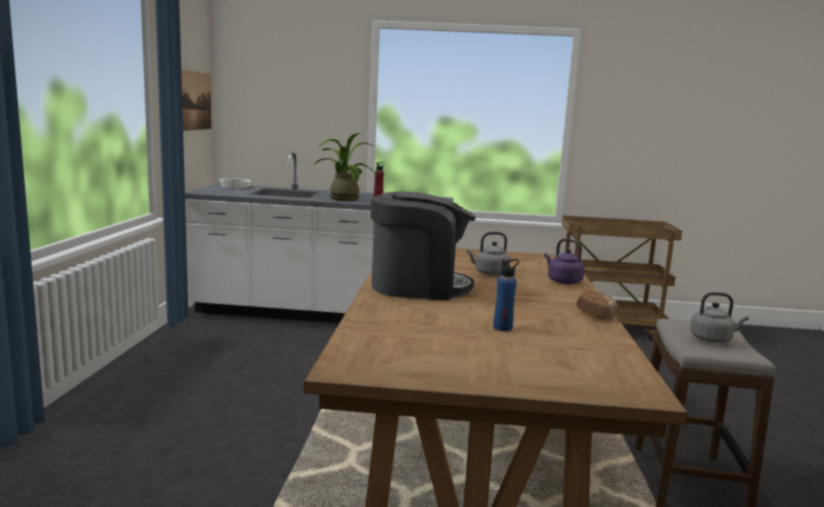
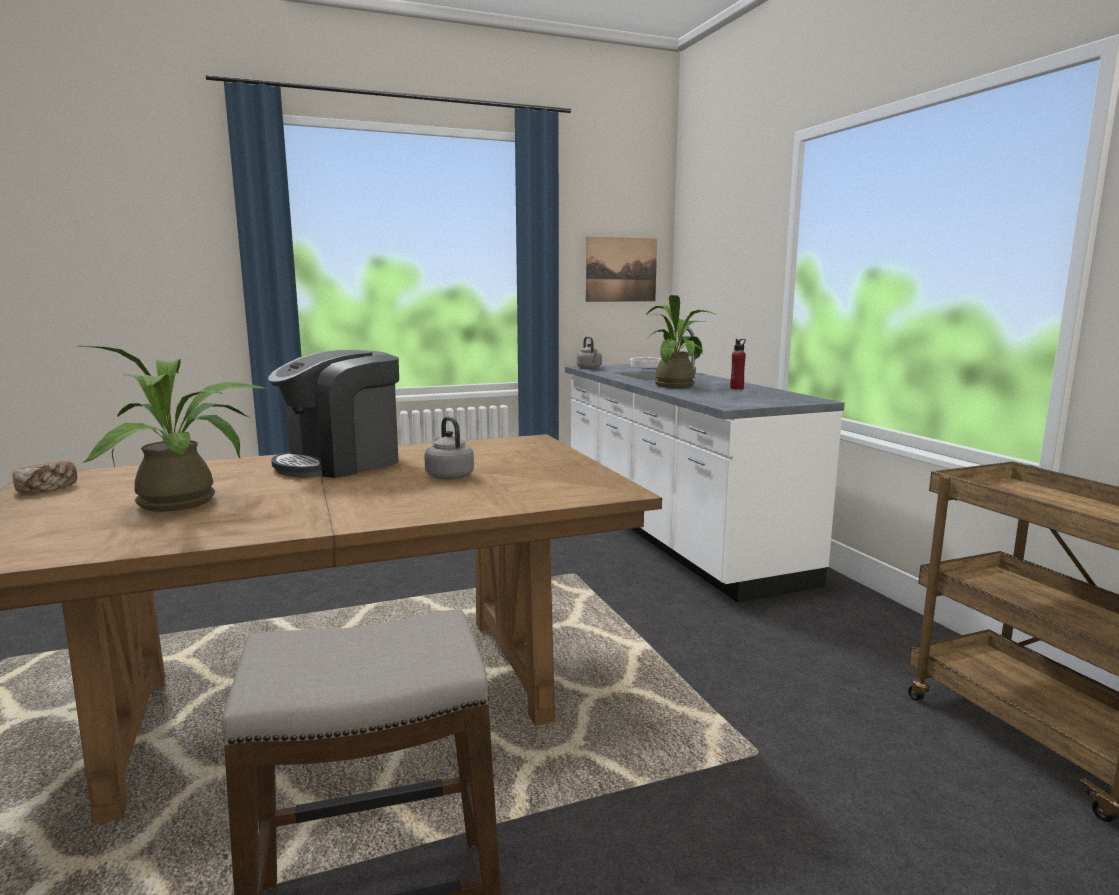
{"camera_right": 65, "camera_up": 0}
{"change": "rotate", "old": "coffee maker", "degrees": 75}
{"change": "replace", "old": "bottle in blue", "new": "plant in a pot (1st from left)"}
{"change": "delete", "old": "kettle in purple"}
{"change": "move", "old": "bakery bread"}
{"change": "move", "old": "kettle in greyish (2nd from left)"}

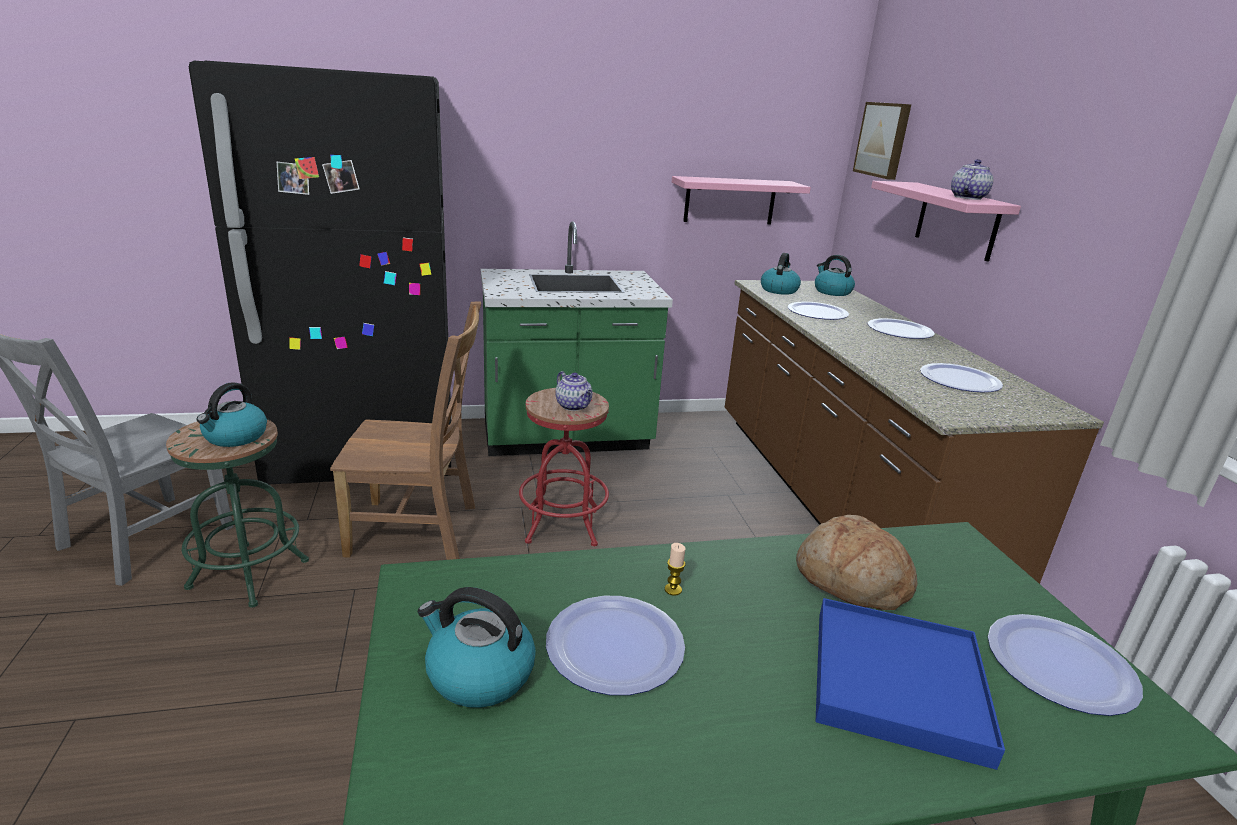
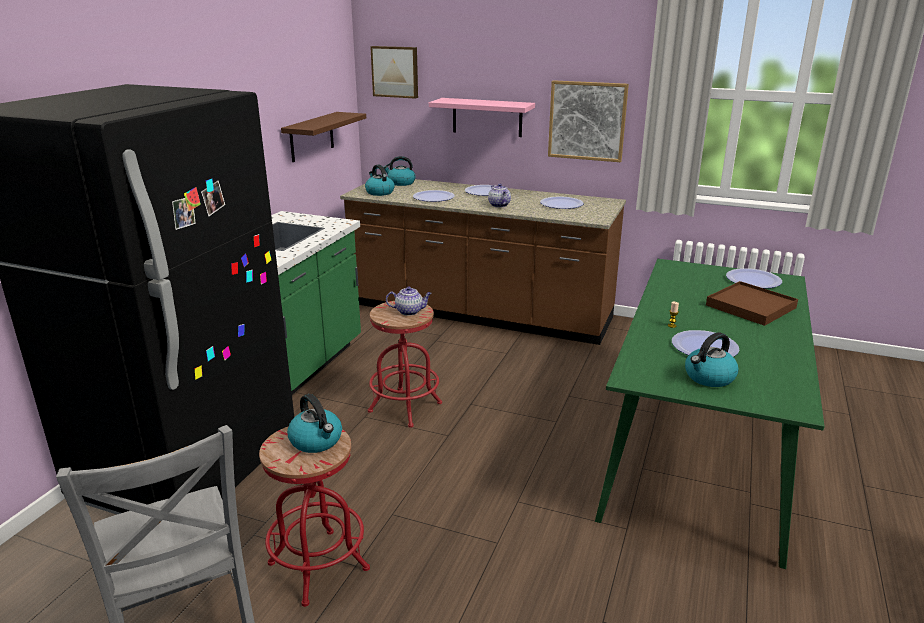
{"camera_right": -55, "camera_up": 0}
{"change": "recolor", "old": "stool seat in green", "new": "stool seat in red-coloured (1st from left)"}
{"change": "delete", "old": "plain chair in brown"}
{"change": "recolor", "old": "wall shelf in pink (1st from left)", "new": "wall shelf in brown"}
{"change": "delete", "old": "bakery bread"}
{"change": "recolor", "old": "serving tray in blue", "new": "serving tray in brown"}
{"change": "move", "old": "teapot (2nd from left)"}
{"change": "insert", "new": "wall picture (2nd from left)"}

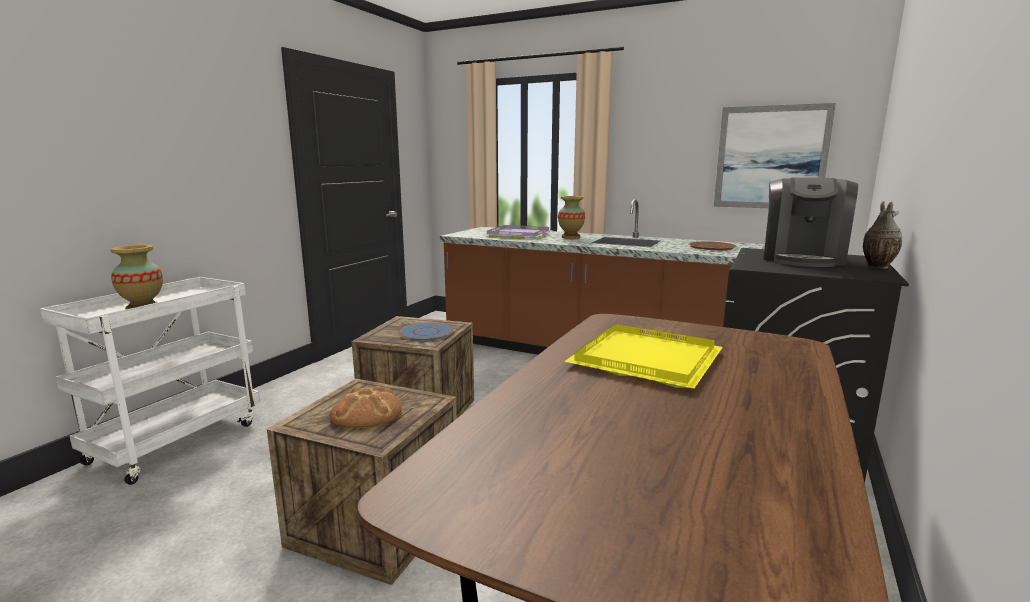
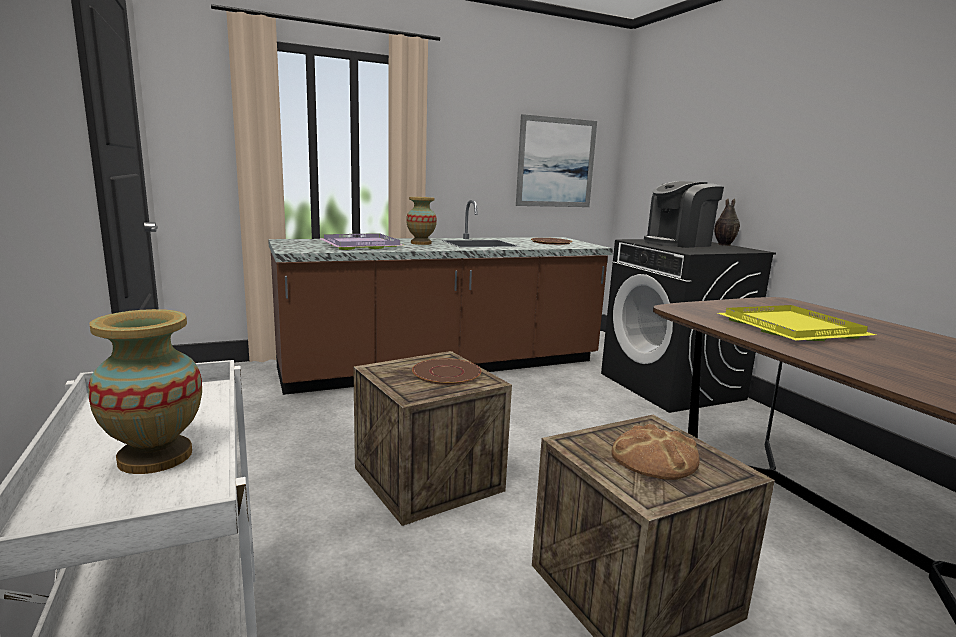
{"camera_right": -50, "camera_up": 0}
{"change": "recolor", "old": "plate in blue", "new": "plate in brown (1st from left)"}
{"change": "rotate", "old": "coffee maker", "degrees": 90}

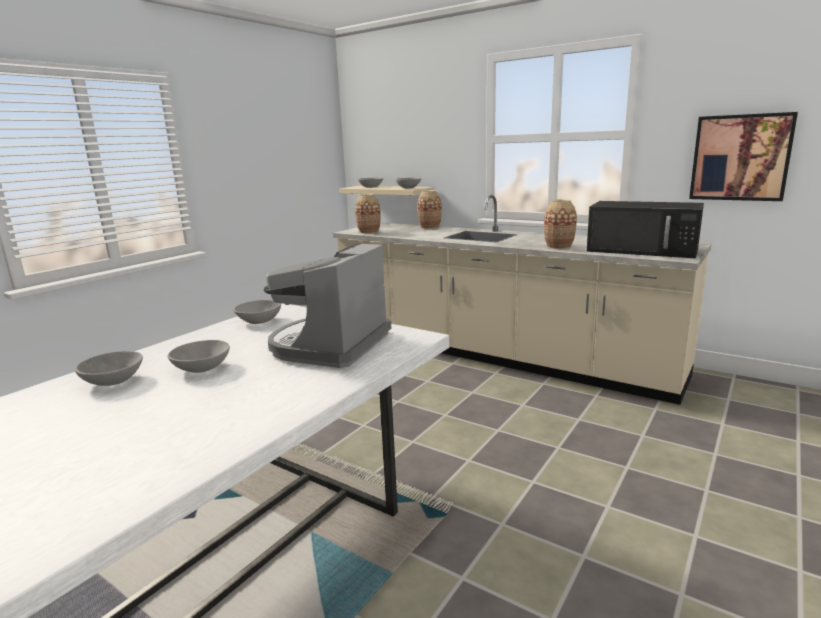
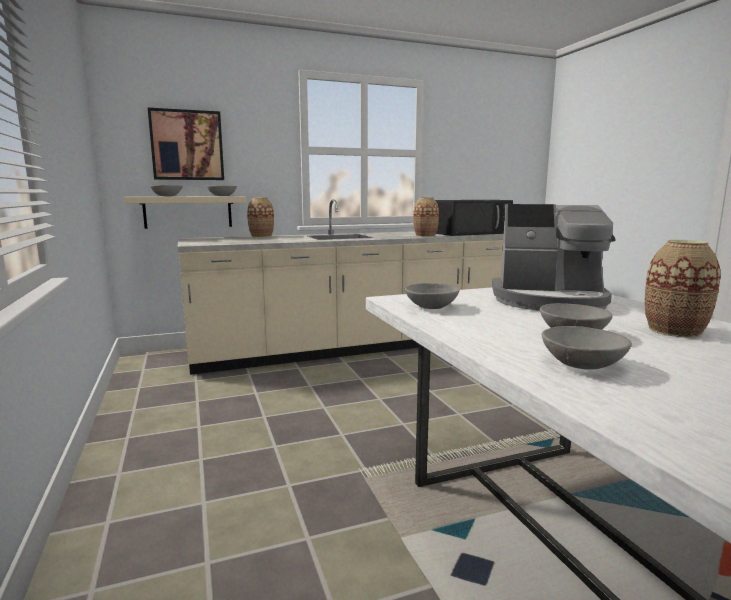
{"camera_right": -55, "camera_up": -5}
{"change": "rotate", "old": "coffee maker", "degrees": -45}
{"change": "move", "old": "decorative vase (1st from left in the first image)", "new": "decorative vase (3rd from left)"}
{"change": "move", "old": "wall picture"}

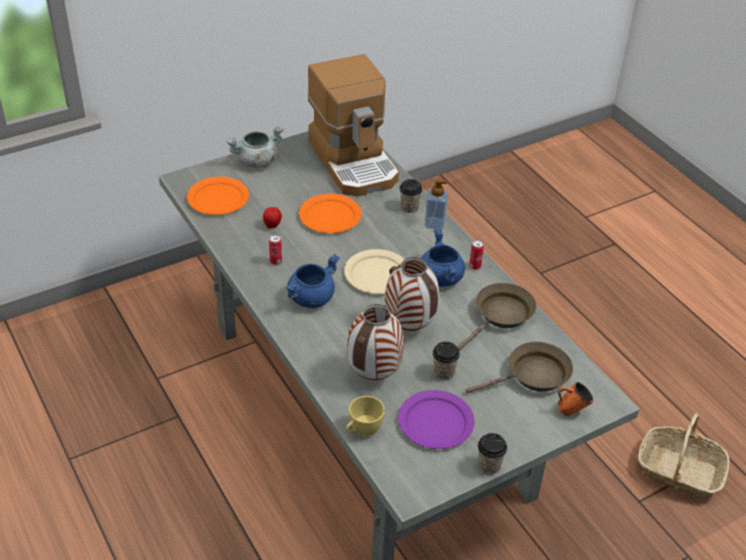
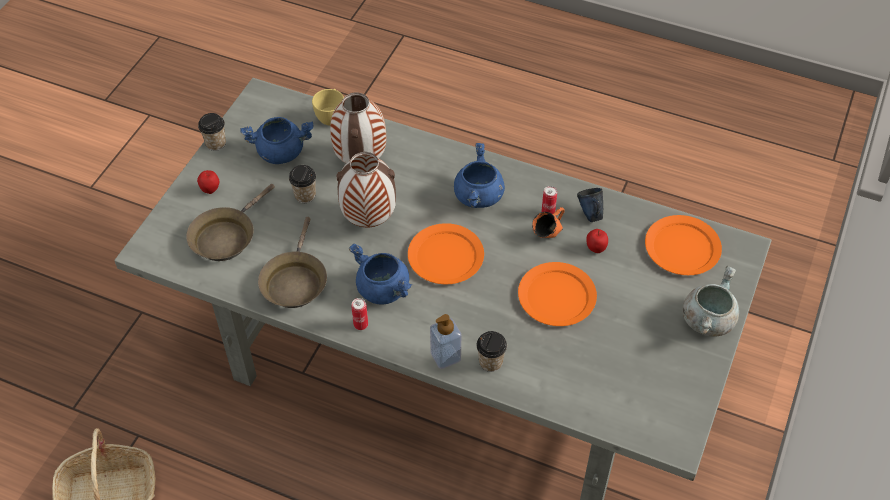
{"camera_right": 145, "camera_up": 10}
{"change": "delete", "old": "coffee maker"}
{"change": "recolor", "old": "plate in beige", "new": "plate in orangey (1st from left)"}
{"change": "replace", "old": "plate in purple", "new": "saucepot in blue (1st from left)"}
{"change": "move", "old": "coffee mug in orangey"}
{"change": "insert", "new": "whole apple (1st from left)"}
{"change": "insert", "new": "coffee mug in blue"}

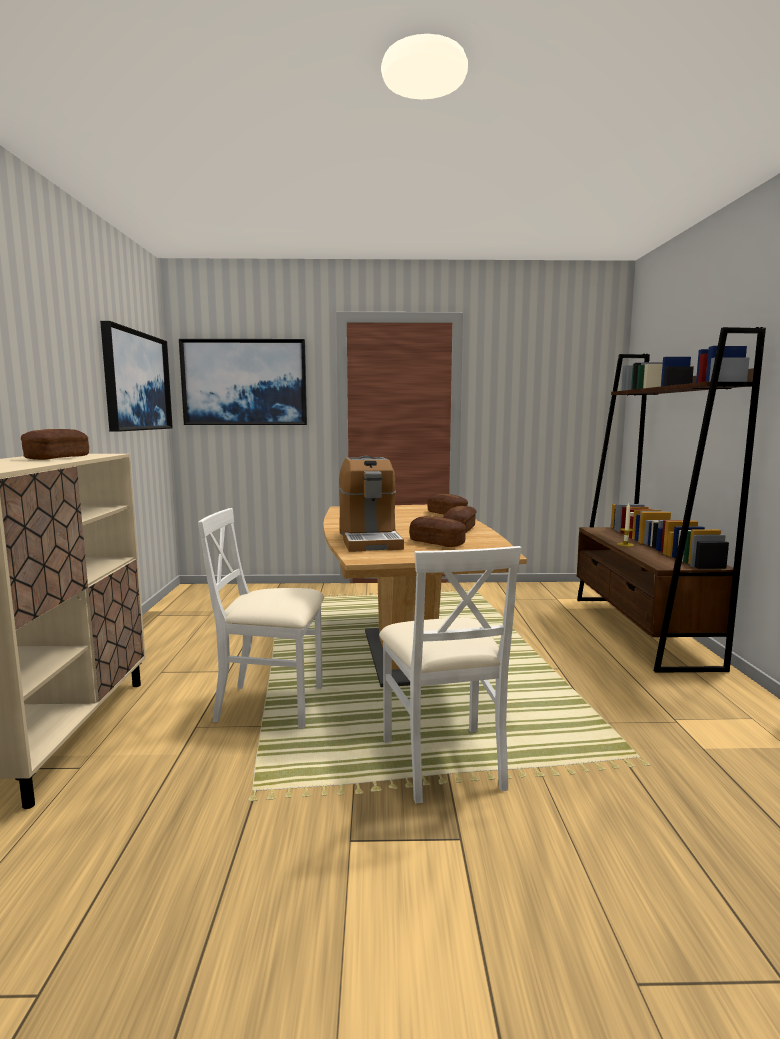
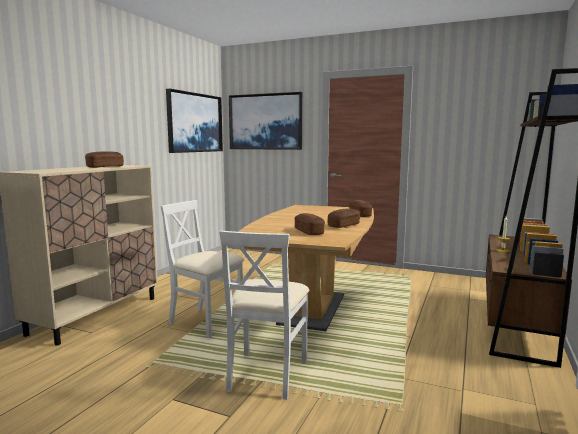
{"camera_right": 25, "camera_up": 0}
{"change": "delete", "old": "coffee maker"}

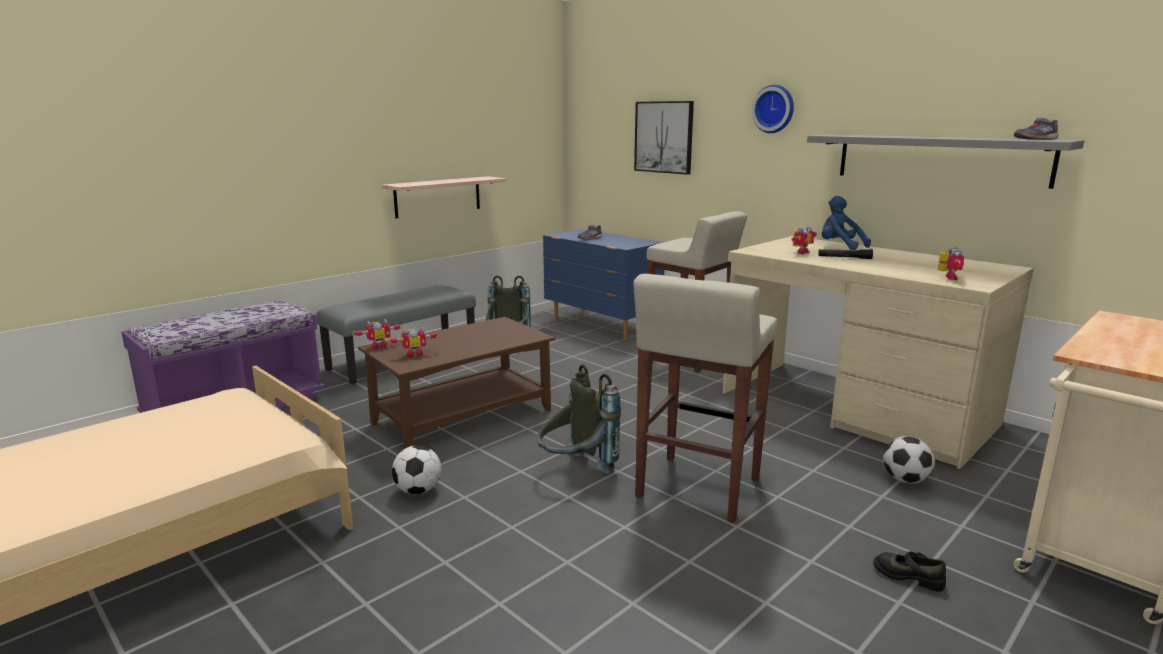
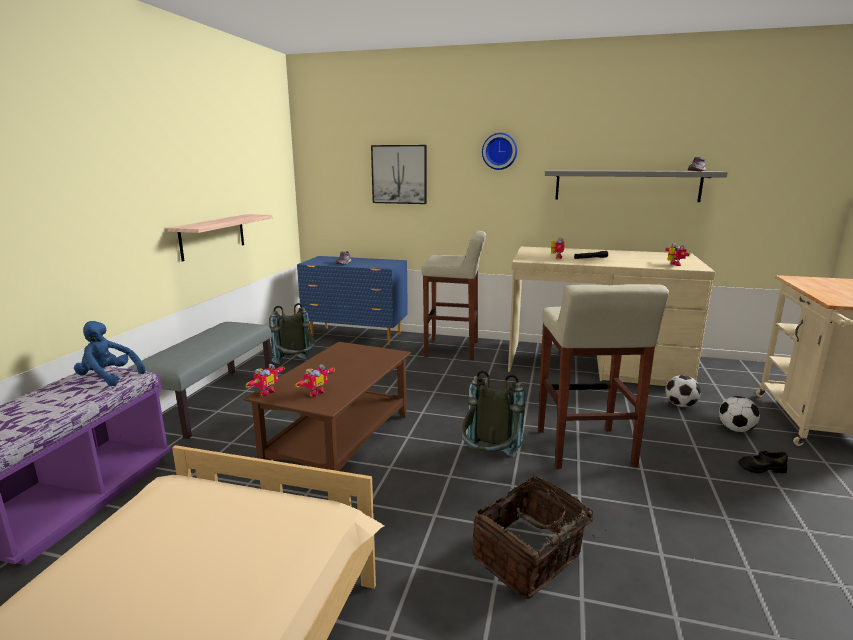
{"camera_right": -30, "camera_up": 0}
{"change": "move", "old": "football ball (1st from left in the first image)", "new": "football ball (2nd from left)"}
{"change": "move", "old": "cuddly toy in blue"}
{"change": "insert", "new": "household basket"}

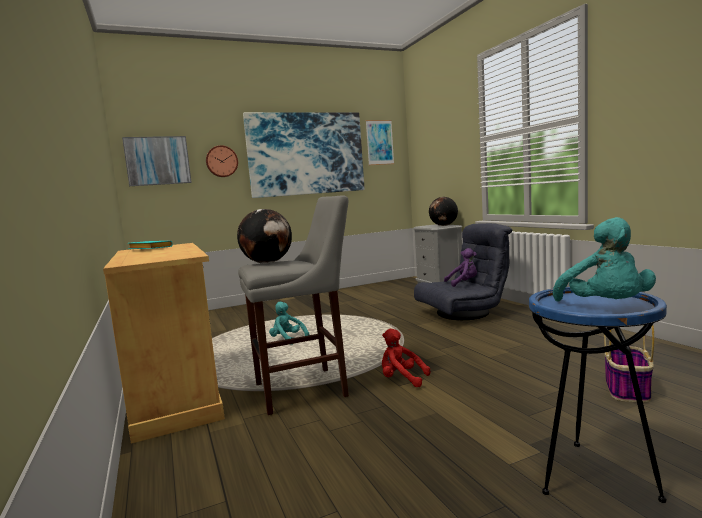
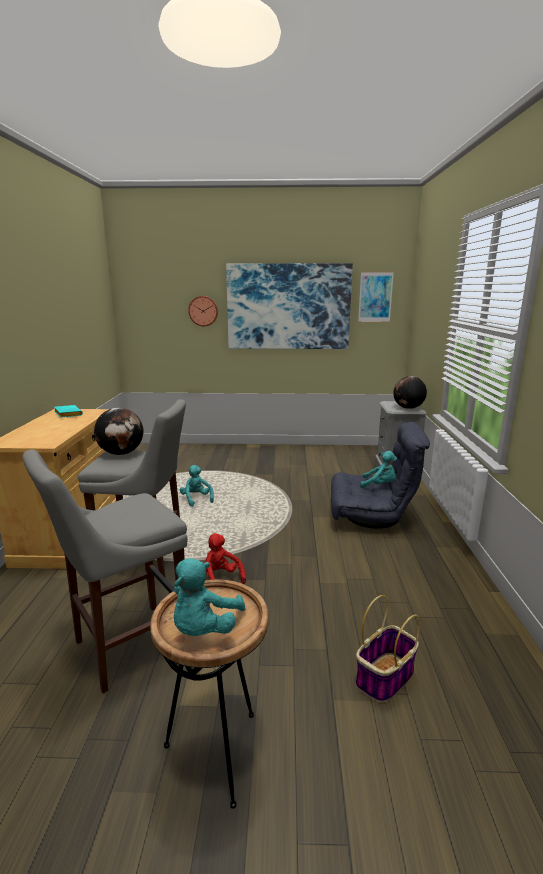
{"camera_right": 25, "camera_up": 10}
{"change": "delete", "old": "wall picture (1st from left)"}
{"change": "recolor", "old": "cuddly toy in purple", "new": "cuddly toy in turquoise-coloured (3rd from left)"}
{"change": "recolor", "old": "side table in blue", "new": "side table in brown"}
{"change": "insert", "new": "stool seat in greyish (1st from left)"}

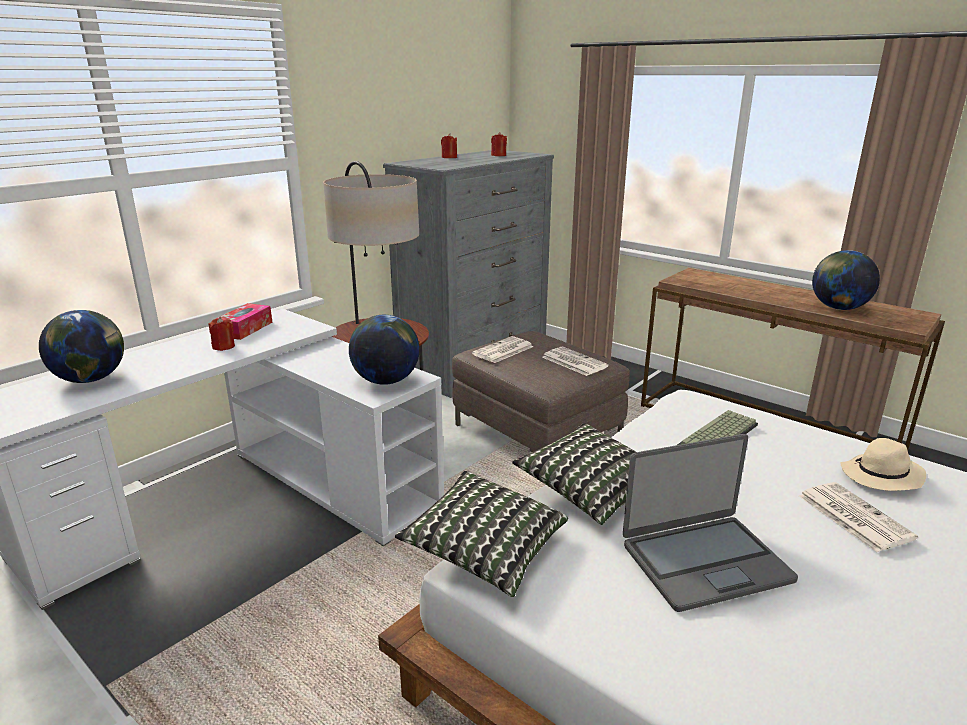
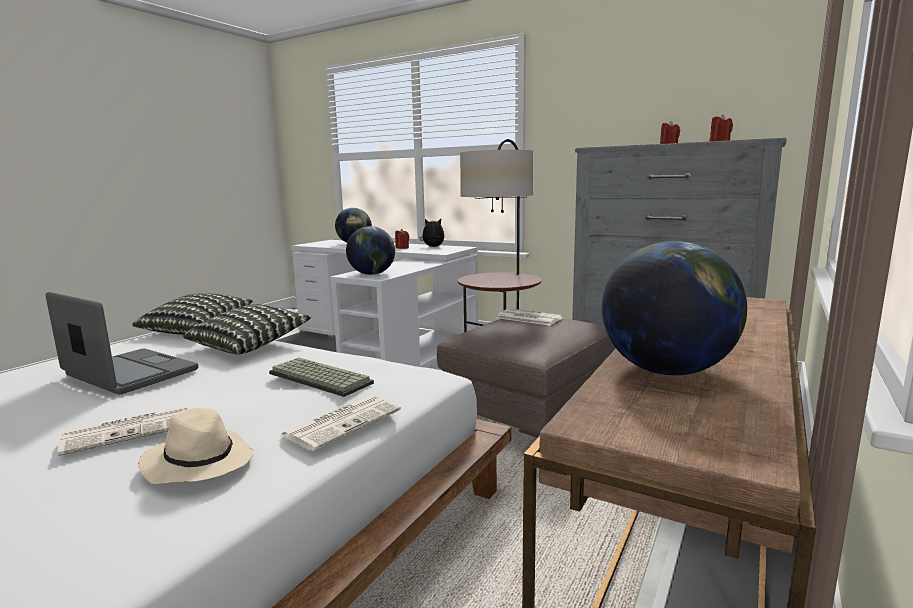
{"camera_right": 80, "camera_up": -10}
{"change": "replace", "old": "tissue box", "new": "cuddly toy"}
{"change": "move", "old": "newspaper (2nd from left)"}
{"change": "rotate", "old": "laptop", "degrees": 150}

